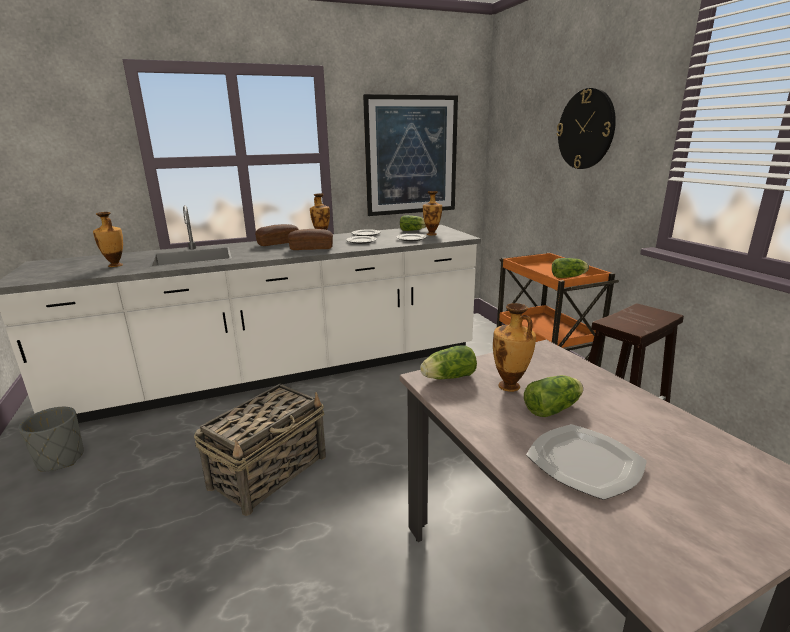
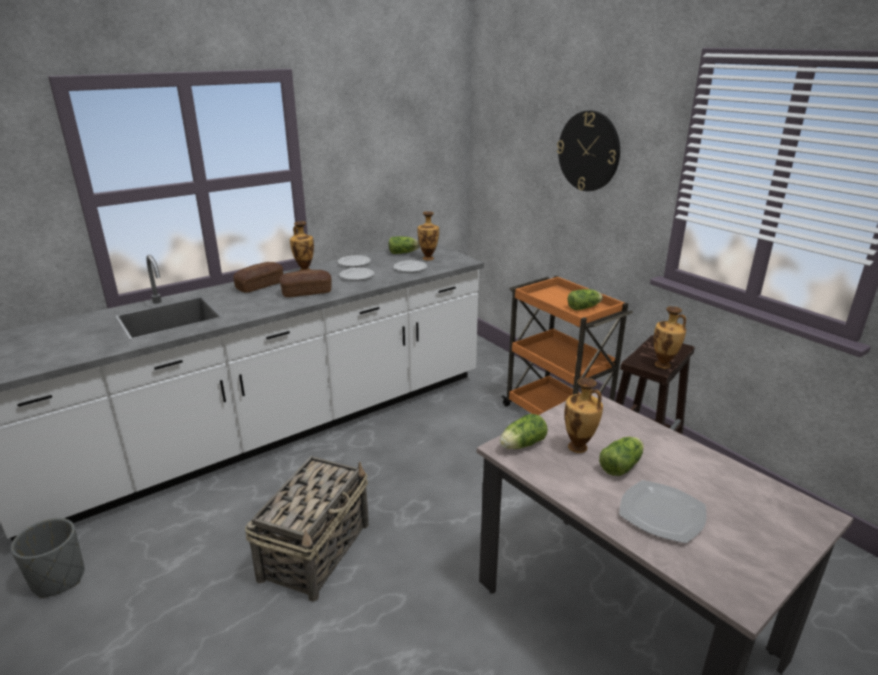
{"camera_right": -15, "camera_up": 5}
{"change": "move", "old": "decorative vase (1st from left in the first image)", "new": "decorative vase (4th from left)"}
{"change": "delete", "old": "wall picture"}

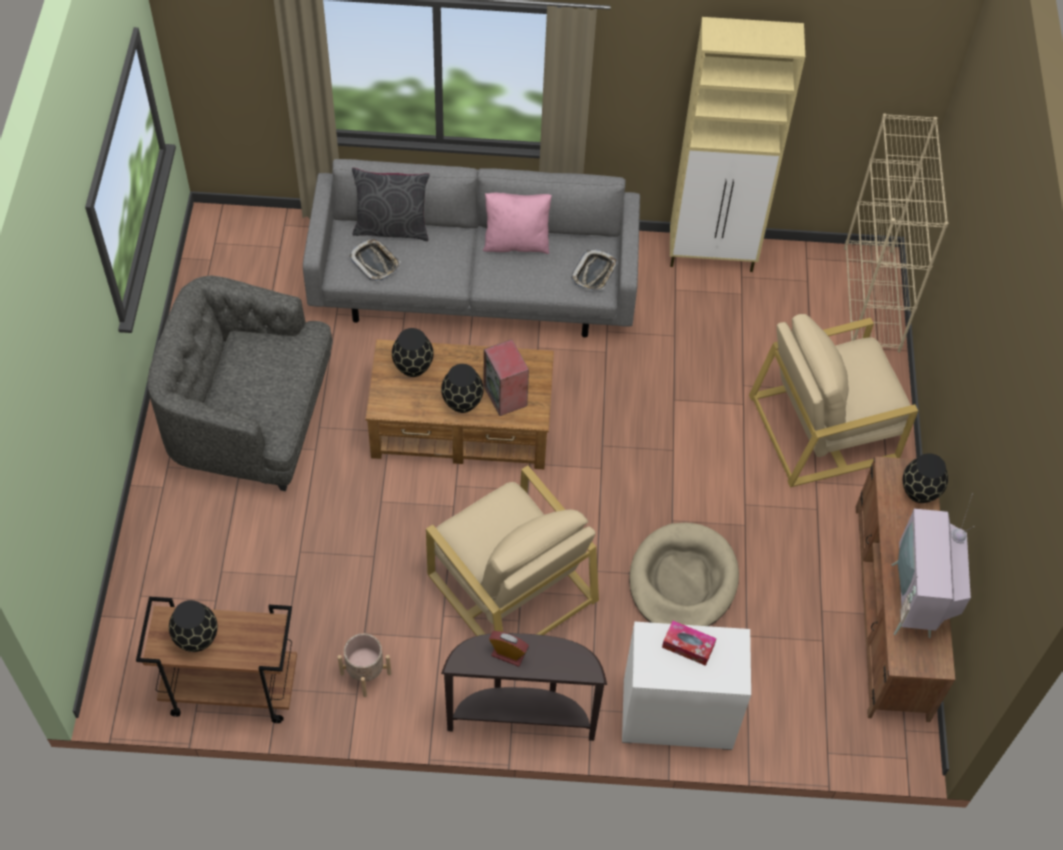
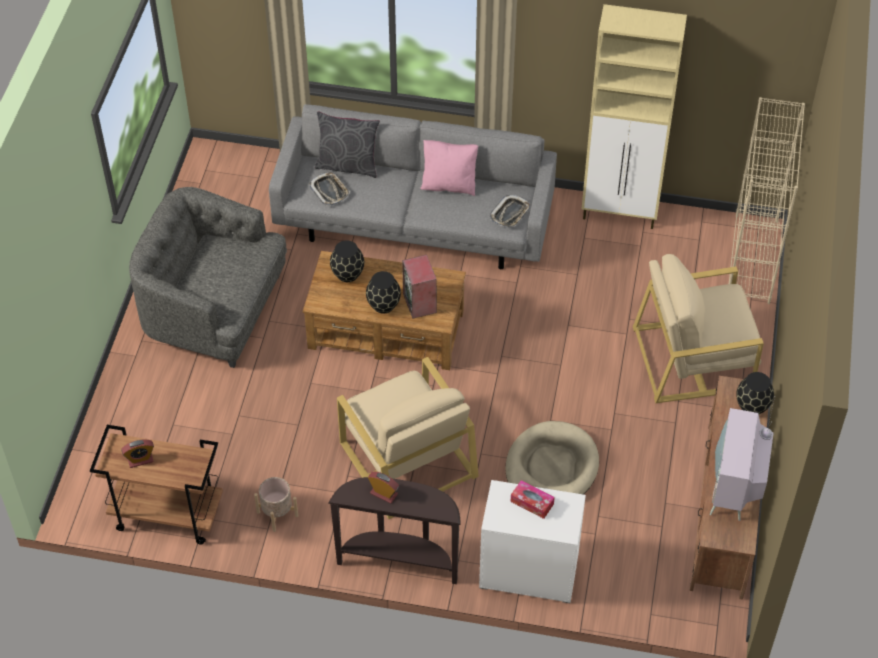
{"camera_right": 10, "camera_up": -5}
{"change": "replace", "old": "decorative vase in black-coloured (1st from left)", "new": "alarm clock (1st from left)"}

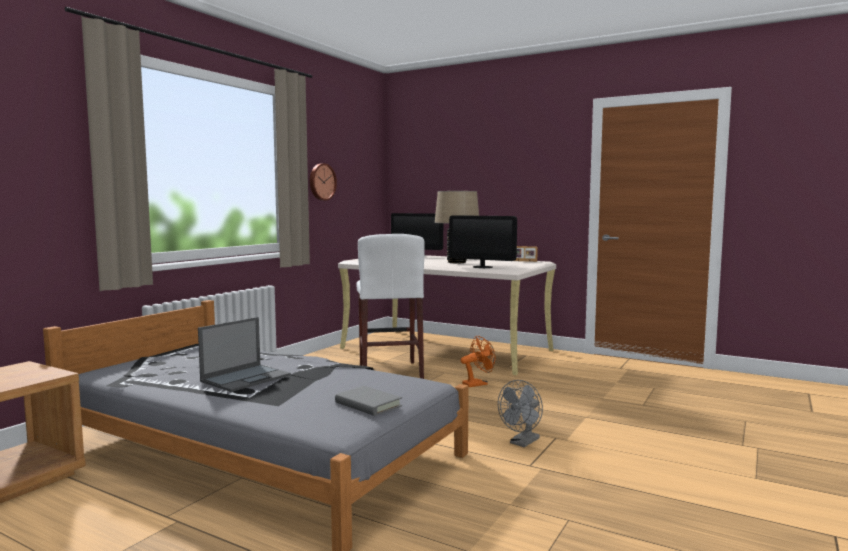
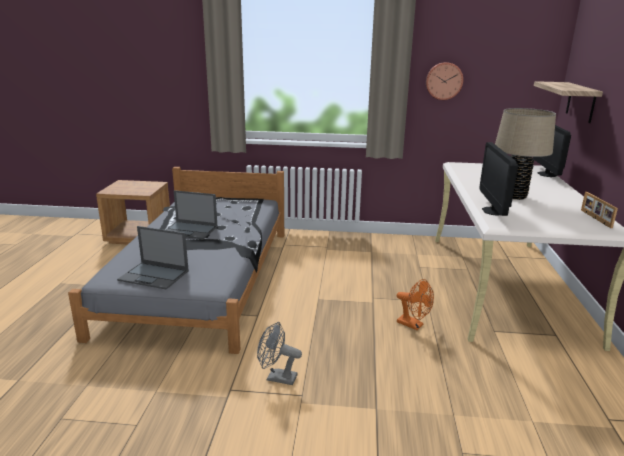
{"camera_right": 65, "camera_up": 15}
{"change": "replace", "old": "book in greyish", "new": "laptop (1st from left)"}
{"change": "delete", "old": "stool seat in white"}
{"change": "insert", "new": "wall shelf"}

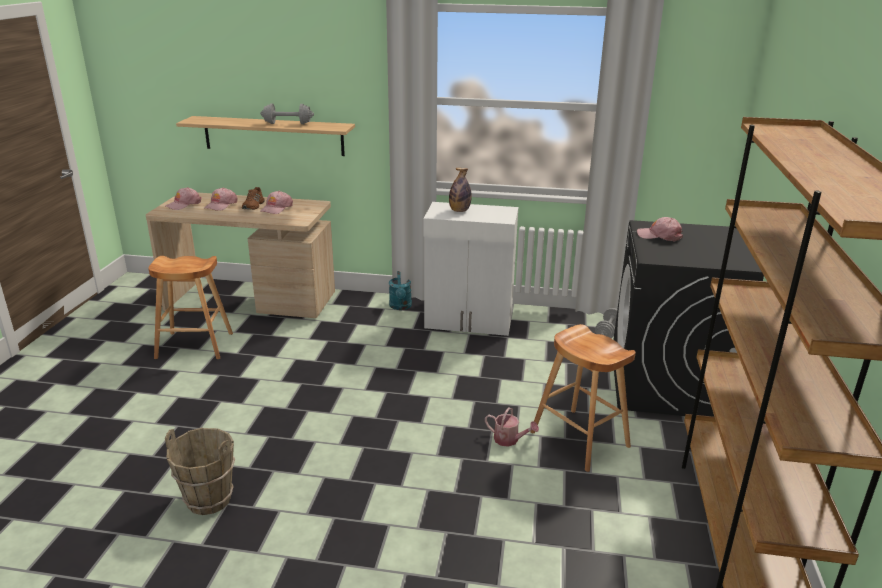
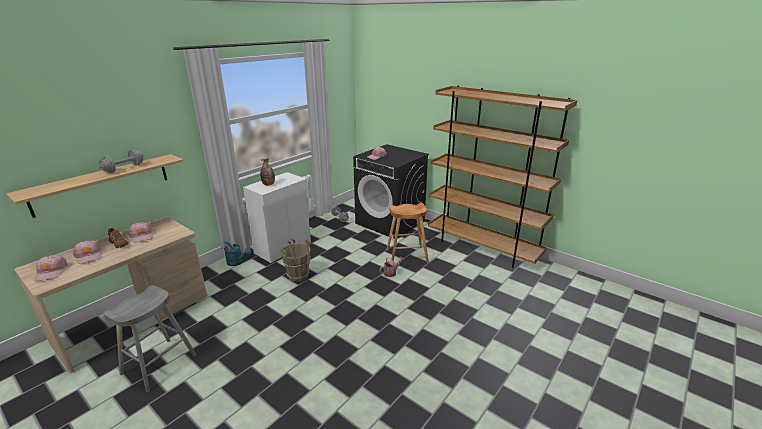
{"camera_right": -60, "camera_up": 0}
{"change": "recolor", "old": "stool seat in brown (1st from left)", "new": "stool seat in greyish"}
{"change": "move", "old": "water bucket in brown"}

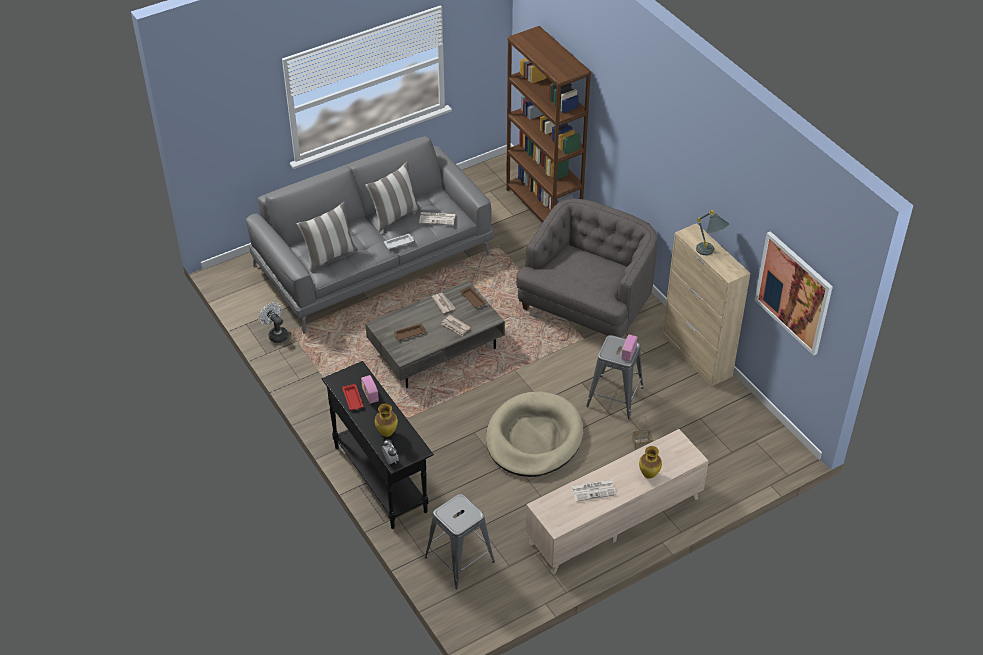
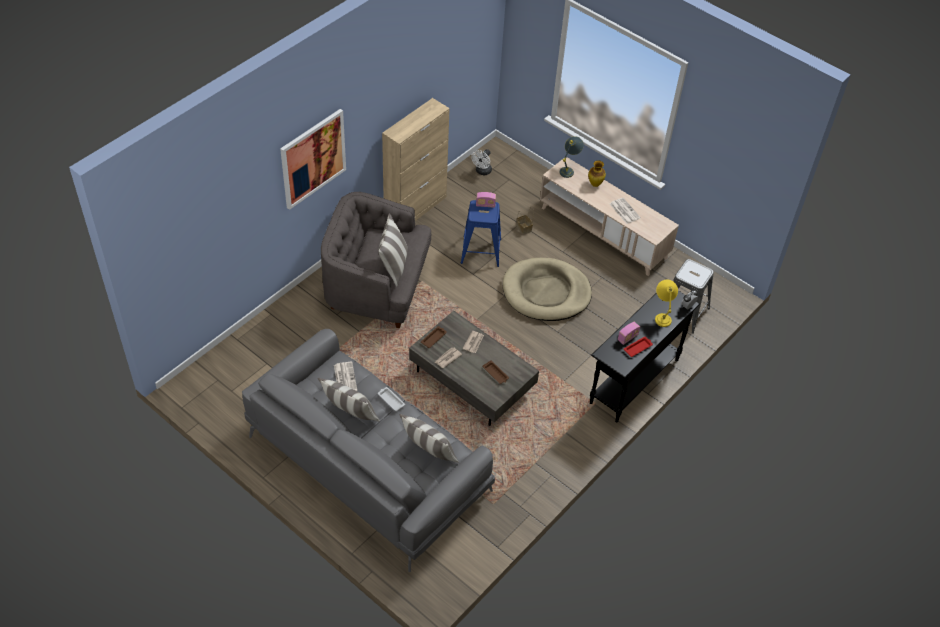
{"camera_right": -110, "camera_up": 5}
{"change": "move", "old": "fan in white"}
{"change": "replace", "old": "decorative vase (1st from left)", "new": "table lamp in yellow"}
{"change": "delete", "old": "bookcase in brown"}
{"change": "recolor", "old": "stool seat in greyish (2nd from left)", "new": "stool seat in blue"}
{"change": "move", "old": "table lamp in greyish"}
{"change": "move", "old": "wall picture"}
{"change": "insert", "new": "cushion (2nd from left)"}

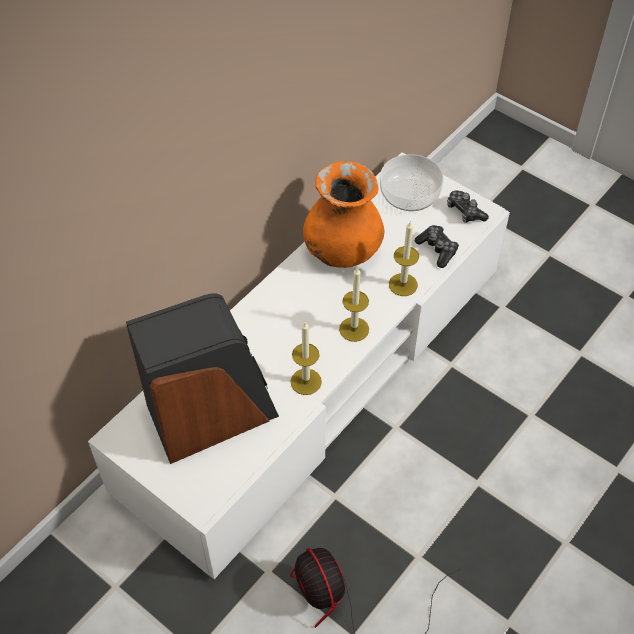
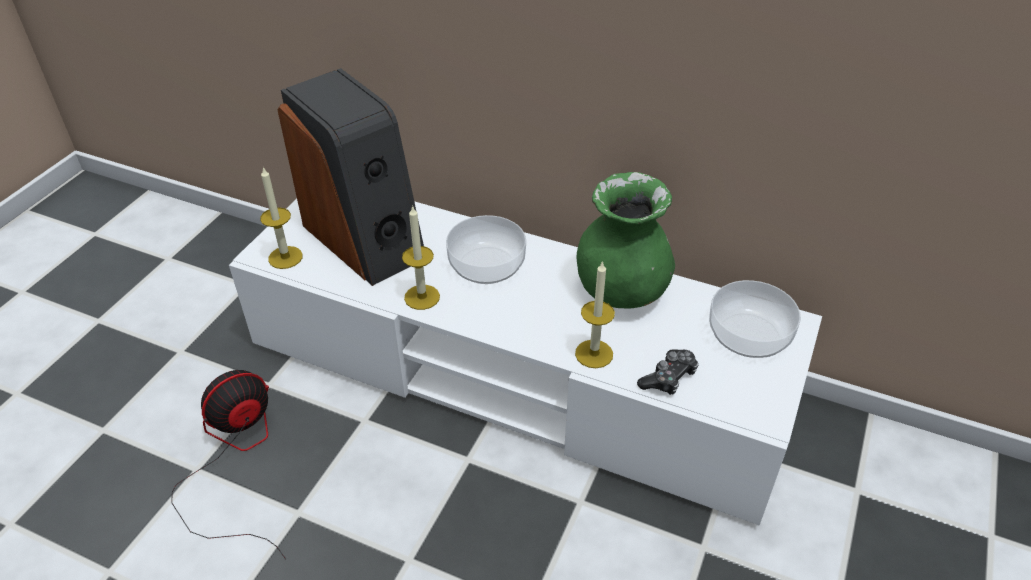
{"camera_right": 75, "camera_up": -10}
{"change": "recolor", "old": "decorative vase in orangey", "new": "decorative vase in green"}
{"change": "move", "old": "wax light (2nd from left in the first image)", "new": "wax light (1st from left)"}
{"change": "delete", "old": "game controller (2nd from left)"}
{"change": "insert", "new": "bowl (1st from left)"}

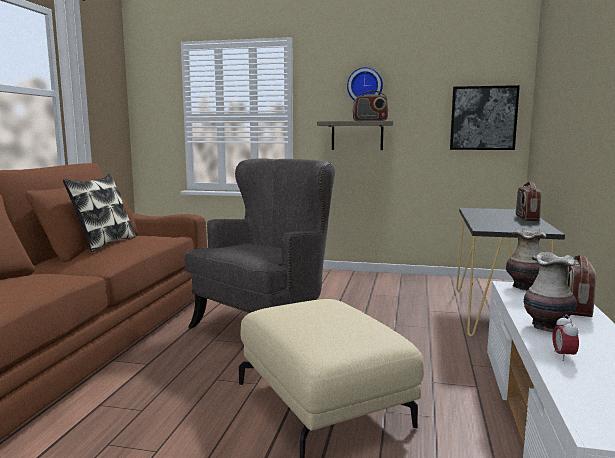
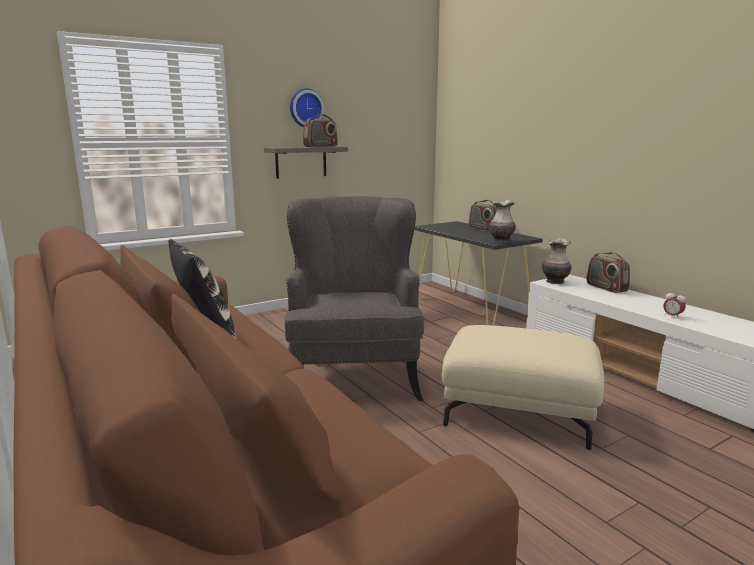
{"camera_right": -45, "camera_up": 5}
{"change": "delete", "old": "wall picture"}
{"change": "move", "old": "decorative vase (2nd from left in the first image)", "new": "decorative vase (1st from left)"}

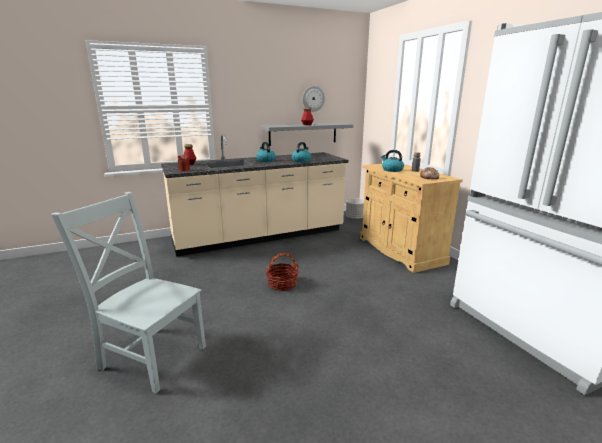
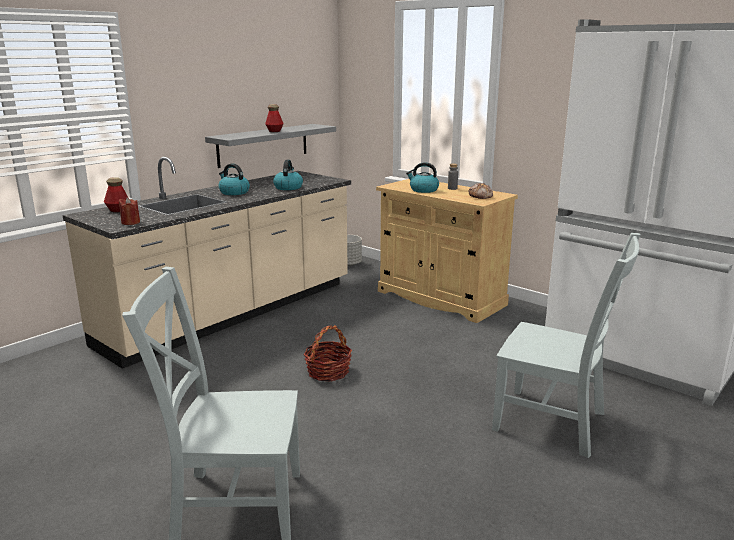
{"camera_right": -25, "camera_up": 0}
{"change": "delete", "old": "clock on the wall"}
{"change": "insert", "new": "plain chair in greyish (2nd from left)"}

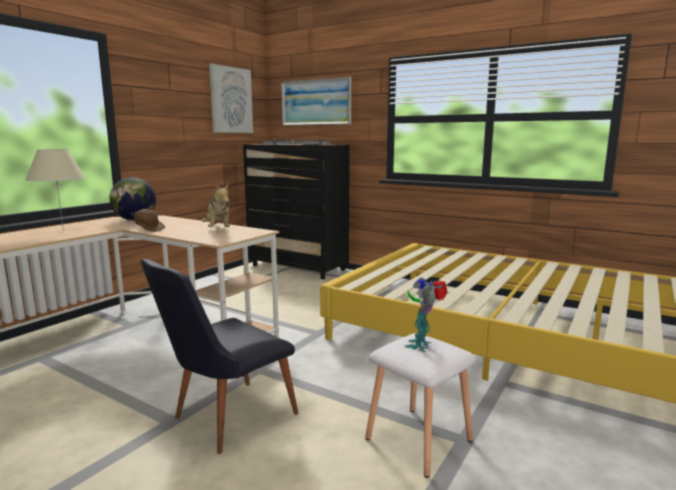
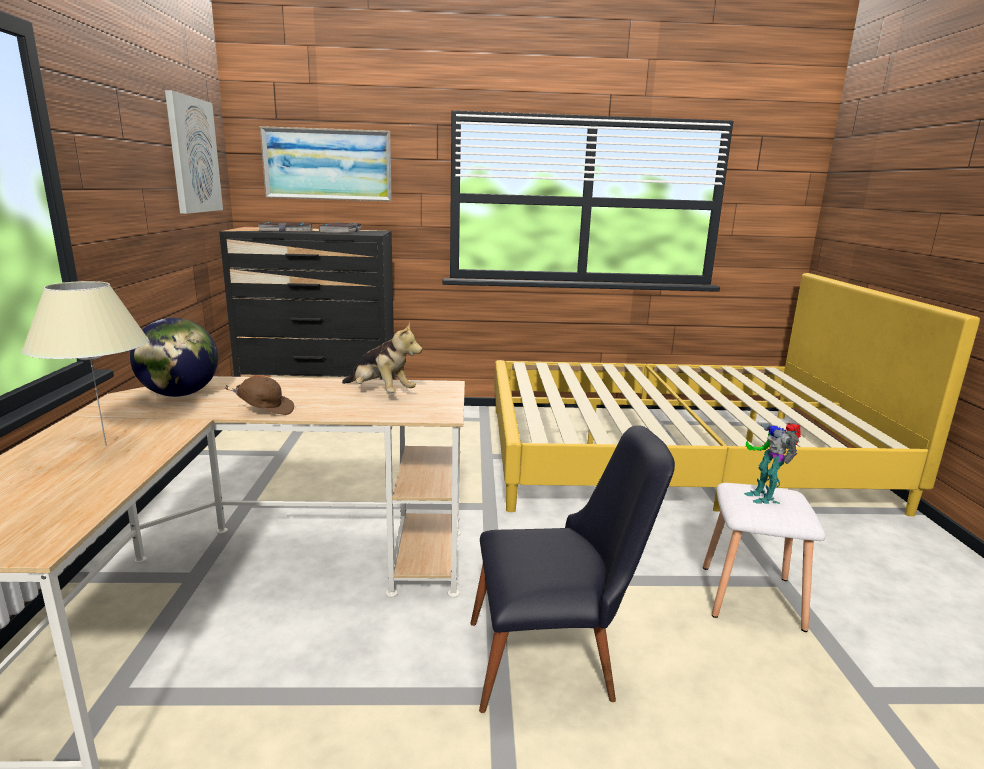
{"camera_right": -35, "camera_up": 5}
{"change": "rotate", "old": "plain chair in black-coloured", "degrees": -105}

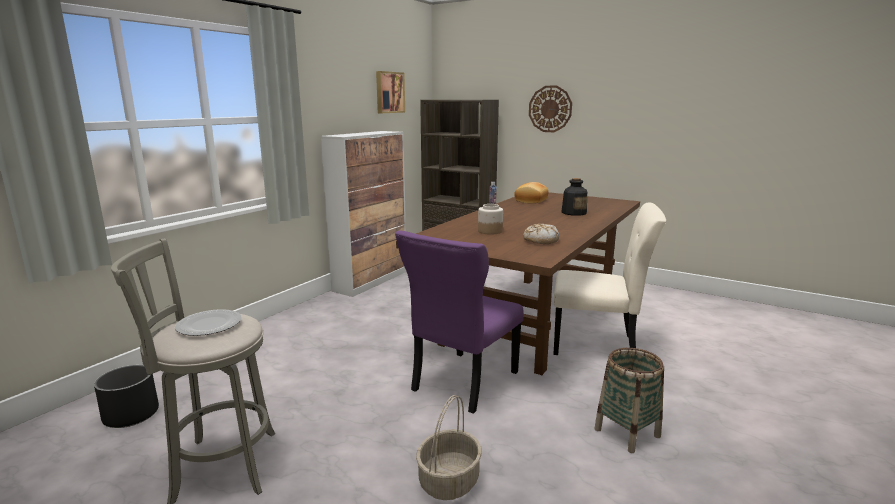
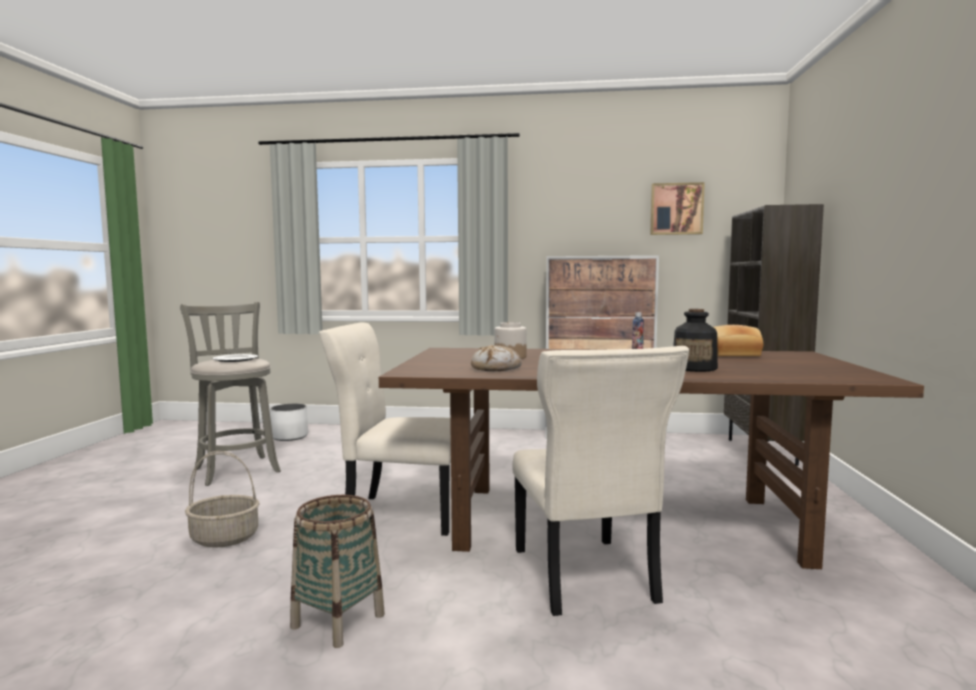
{"camera_right": 65, "camera_up": -10}
{"change": "recolor", "old": "flower pot in black-coloured", "new": "flower pot in white"}
{"change": "recolor", "old": "plain chair in purple", "new": "plain chair in beige (1st from left)"}
{"change": "delete", "old": "clock on the wall"}

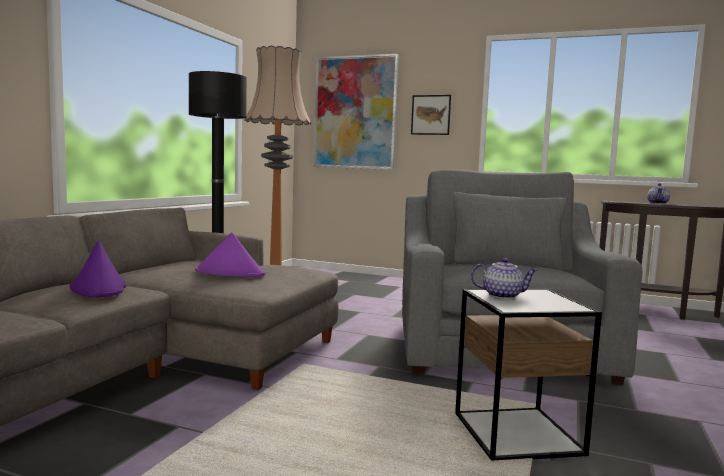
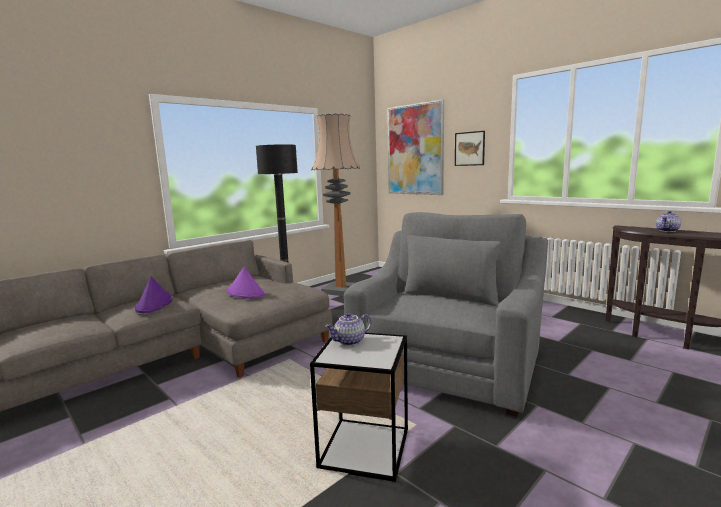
{"camera_right": 25, "camera_up": 5}
{"change": "rotate", "old": "teapot (1st from left)", "degrees": 120}

